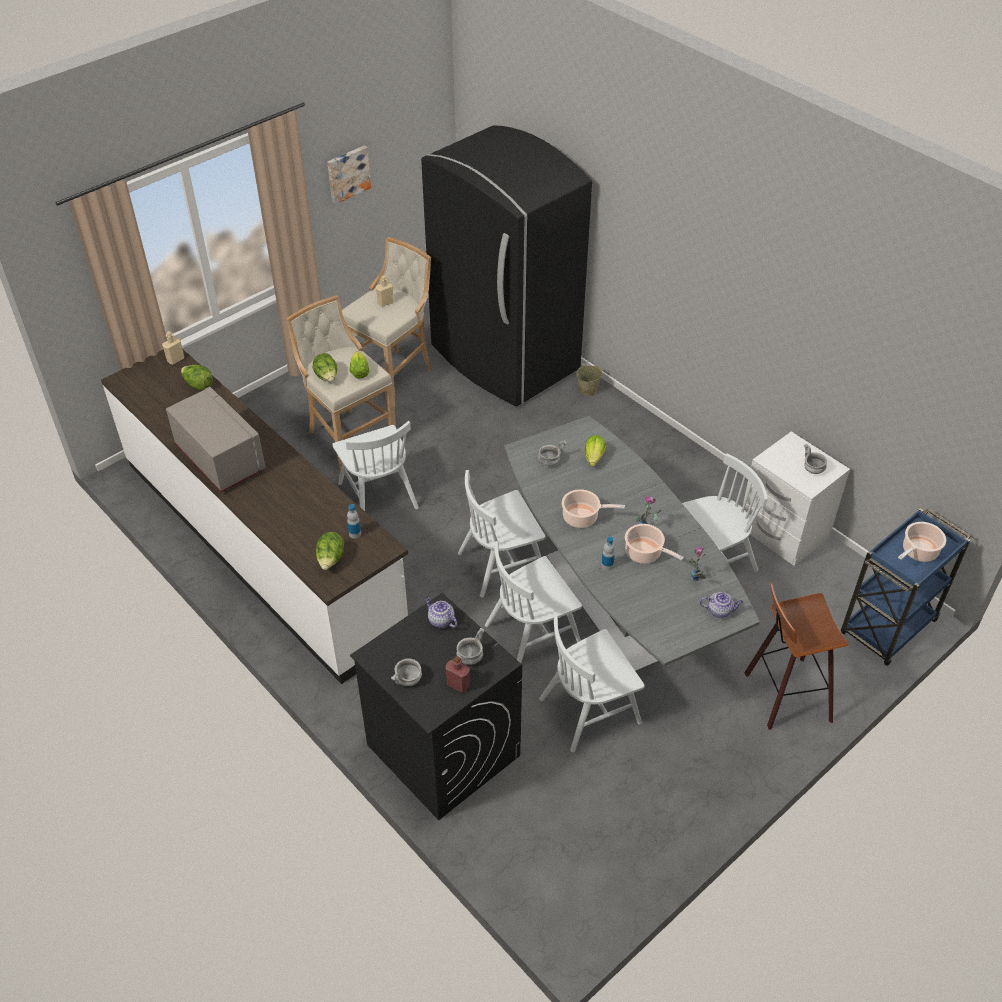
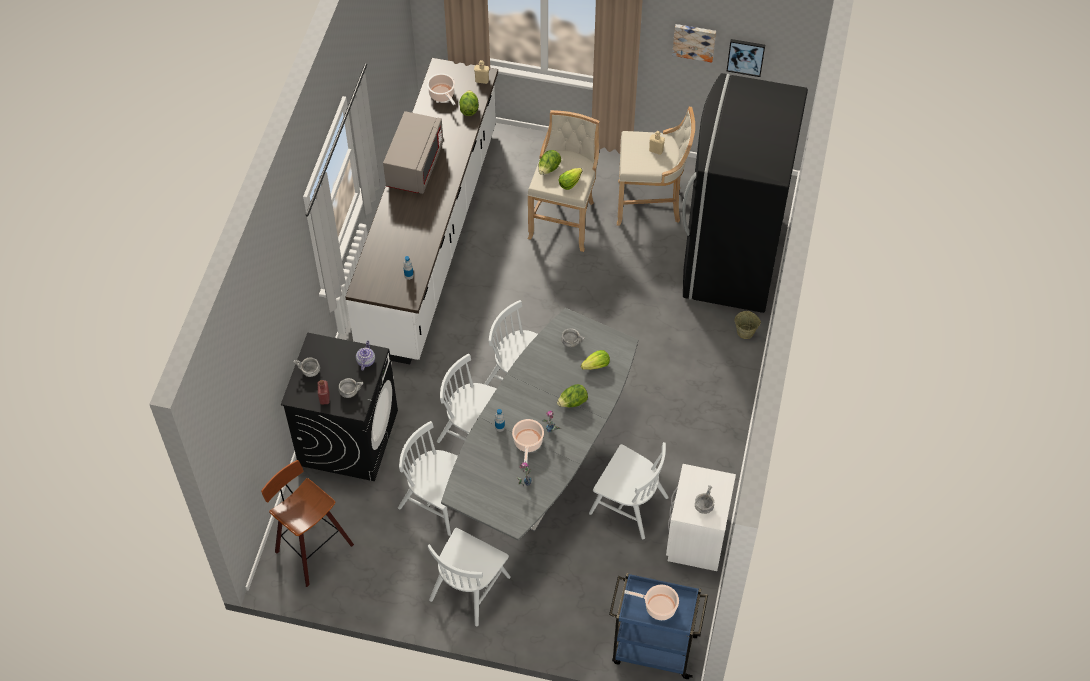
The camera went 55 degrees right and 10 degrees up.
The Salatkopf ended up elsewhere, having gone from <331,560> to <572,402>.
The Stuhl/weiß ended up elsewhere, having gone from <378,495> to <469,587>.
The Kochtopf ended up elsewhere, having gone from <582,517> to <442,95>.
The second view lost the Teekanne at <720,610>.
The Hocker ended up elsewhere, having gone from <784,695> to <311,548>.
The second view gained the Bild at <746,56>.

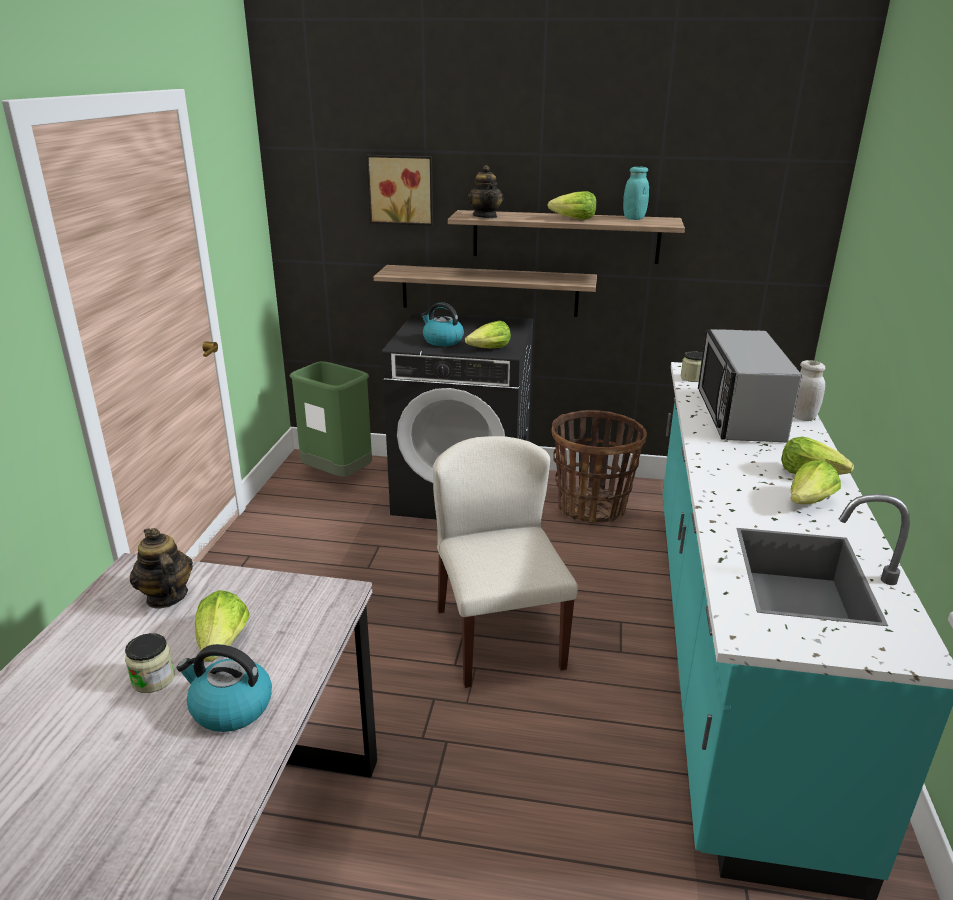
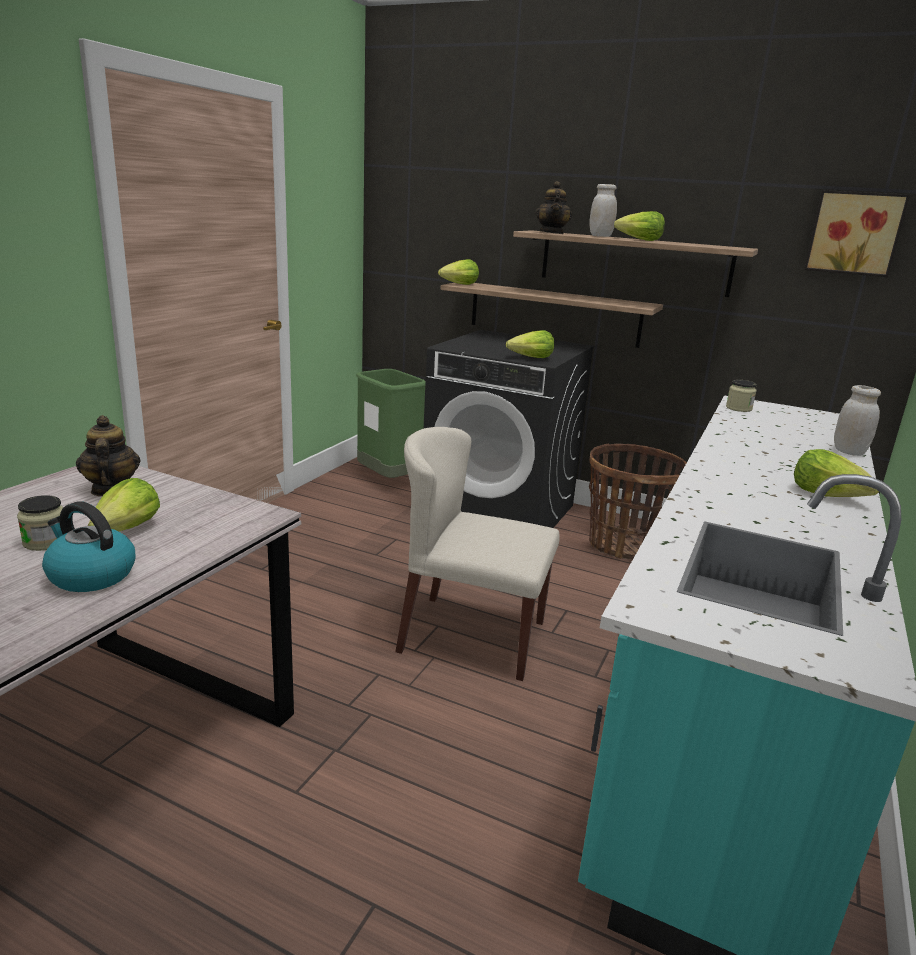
The camera went 15 degrees right and 5 degrees down.
The Bild ended up elsewhere, having gone from <401,189> to <854,233>.
The second view lost the Wasserkessel at <442,341>.
The Stuhl/beige at <498,637> ended up facing another way, 75 degrees counterclockwise from before.
The second view lost the Vorratsglas/türkis at <634,218>.
The second view lost the Mikrowelle at <738,415>.
The Salatkopf ended up elsewhere, having gone from <809,502> to <460,285>.
The second view gained the Vorratsglas/weiß at <600,236>.

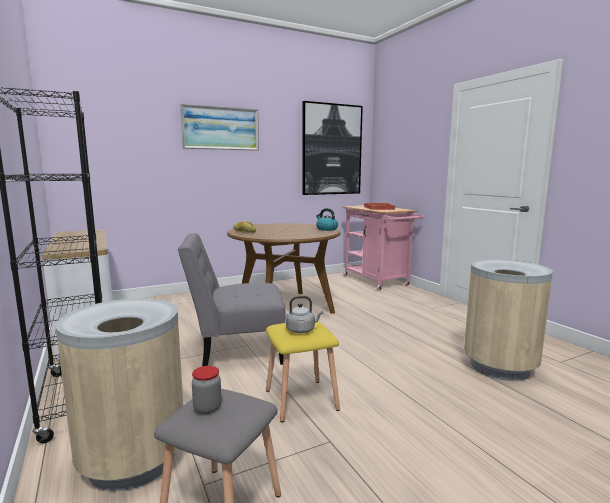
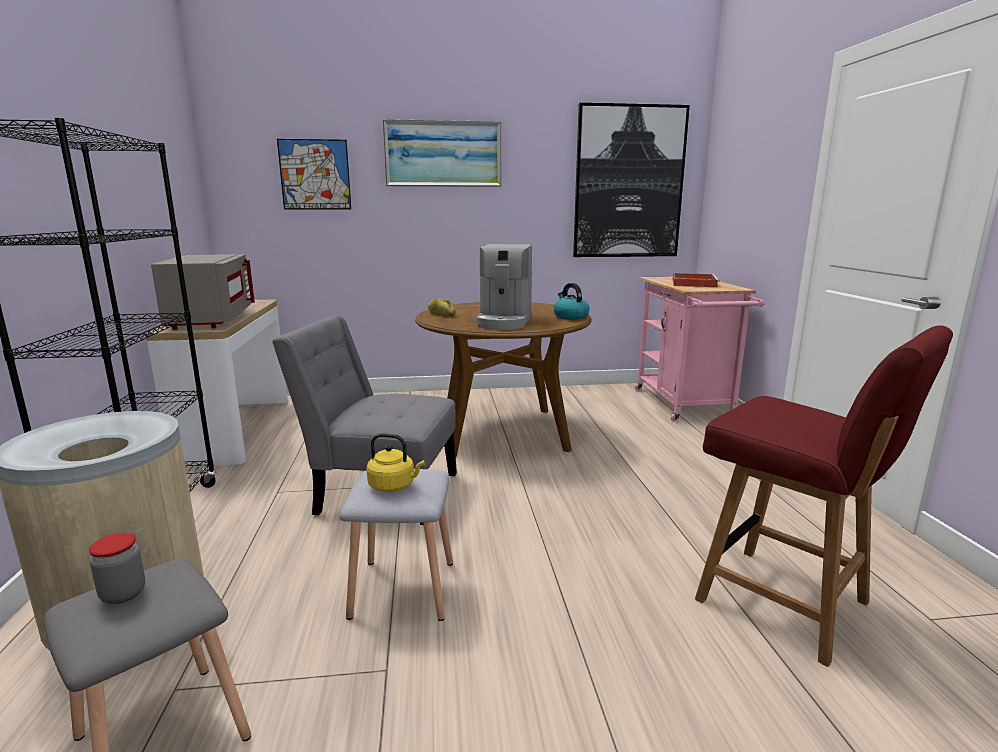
The camera went 20 degrees right and 5 degrees up.
What was the Hocker/gelb at <300,400> turned into the Hocker/grau at <401,589>.
What was the Wasserkessel/grau at <302,330> turned into the Wasserkessel/gelb at <394,486>.
Where the Mülleimer/beige stood at <500,367>, the Stuhl/rot came to stand at <786,603>.
The second view gained the Mikrowelle/grau at <210,320>.
The second view gained the Bild at <315,174>.
The second view gained the Kaffeemaschine at <504,321>.

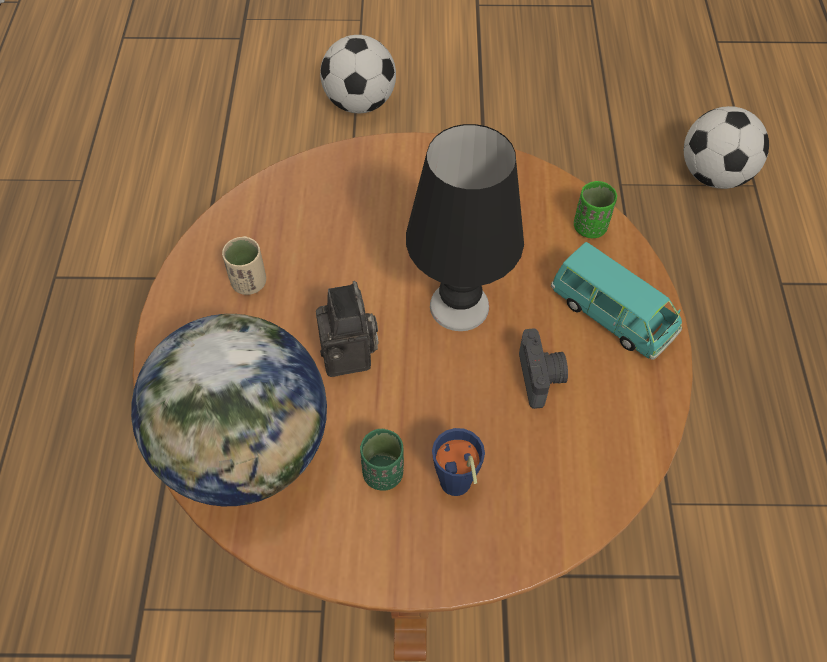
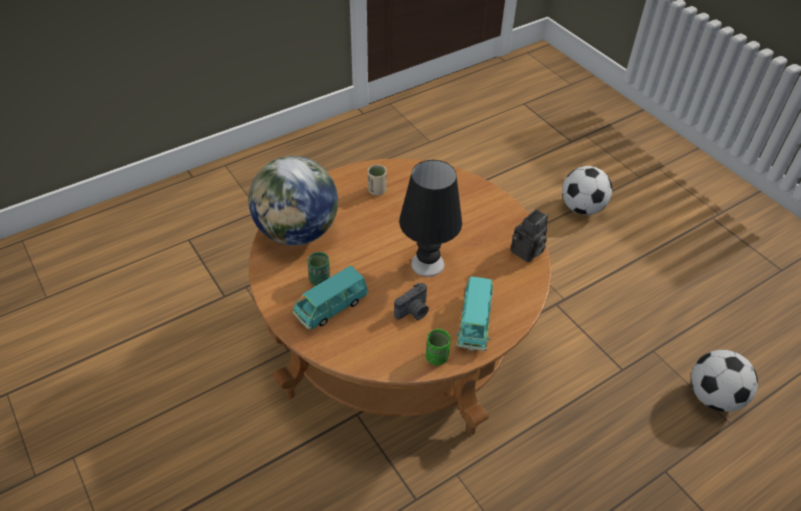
The camera went 55 degrees right and 10 degrees down.
The Kamera ended up elsewhere, having gone from <350,357> to <526,253>.
Where the Tasse/blau stood at <456,488>, the Spielzeugauto/türkis came to stand at <331,307>.
The Tasse/grün ended up elsewhere, having gone from <590,227> to <436,357>.

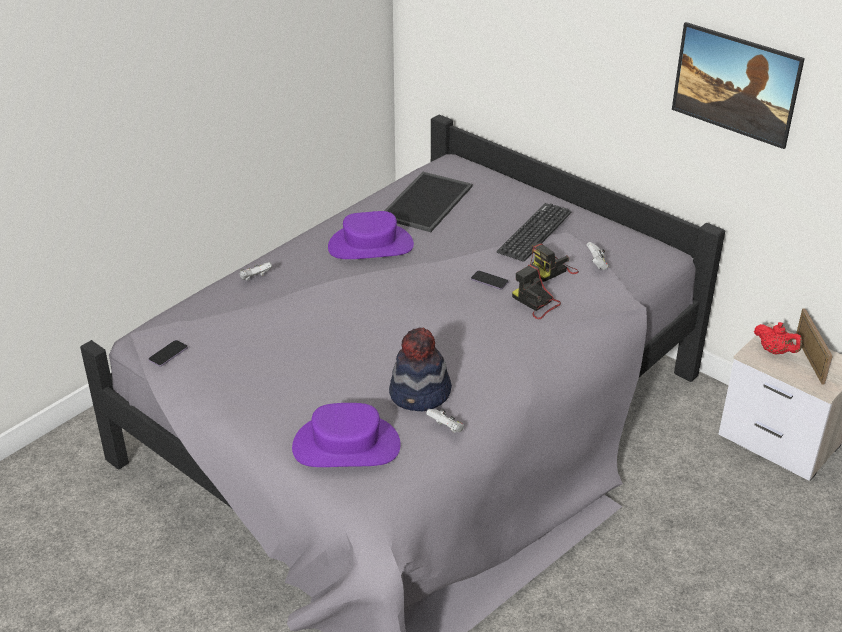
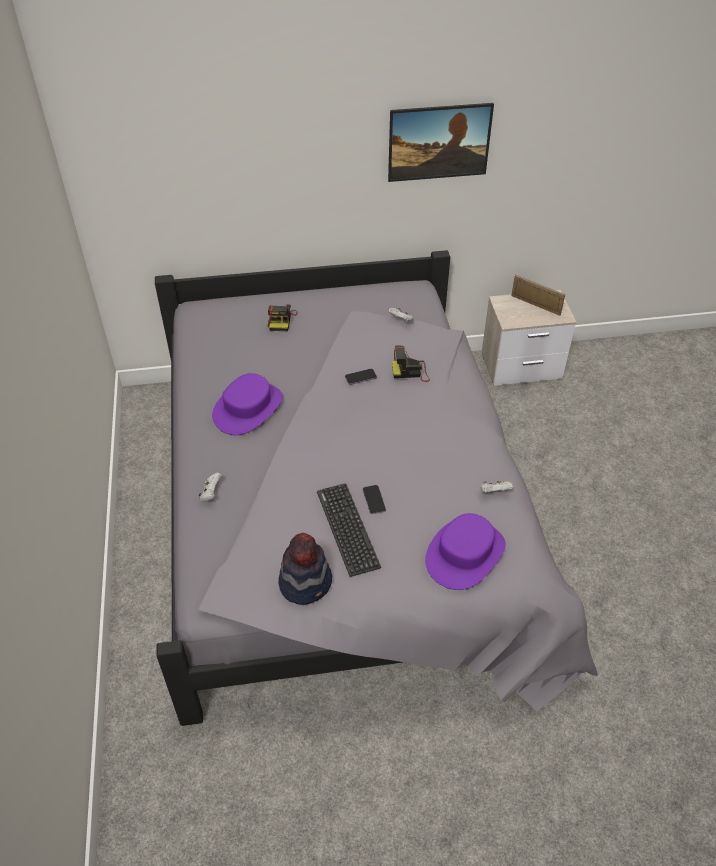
The camera went 50 degrees left and 10 degrees up.
The Handy ended up elsewhere, having gone from <168,354> to <374,500>.
The second view lost the Tablett at <425,201>.
The Hut ended up elsewhere, having gone from <420,394> to <306,582>.
The Tastatur ended up elsewhere, having gone from <534,232> to <347,529>.
The Kamera ended up elsewhere, having gone from <552,270> to <281,320>.
The second view lost the Teekanne/rot at <775,351>.

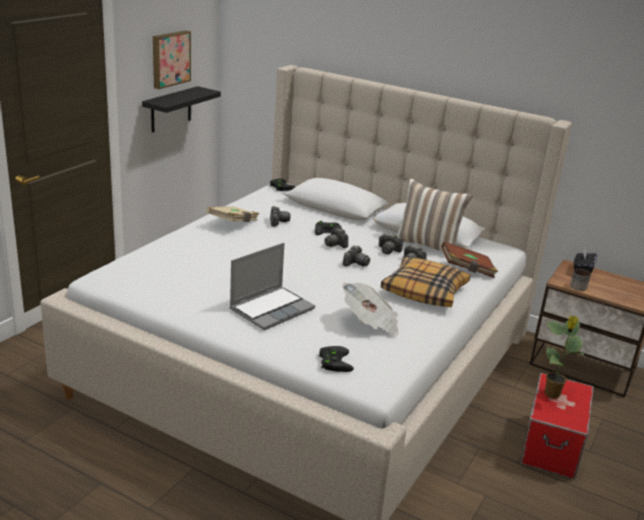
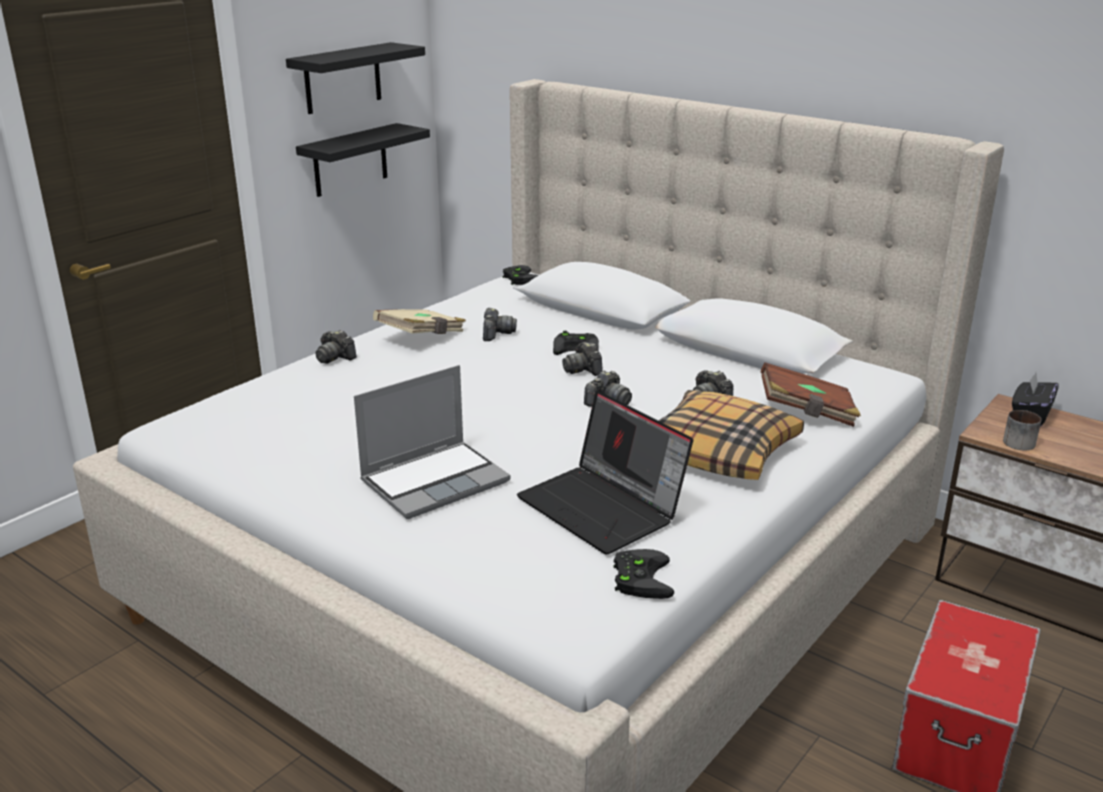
The camera went 10 degrees right and 0 degrees up.
Where the Bild hung at <170,58>, the Wandregal/schwarz came to hang at <342,78>.
The Gamepad/schwarz ended up elsewhere, having gone from <333,361> to <639,577>.
Where the Zeitung stood at <370,323>, the Laptop came to stand at <604,508>.
The Kamera ended up elsewhere, having gone from <388,250> to <335,357>.
The second view lost the Kissen at <428,245>.
The second view lost the Topfpflanze at <552,395>.

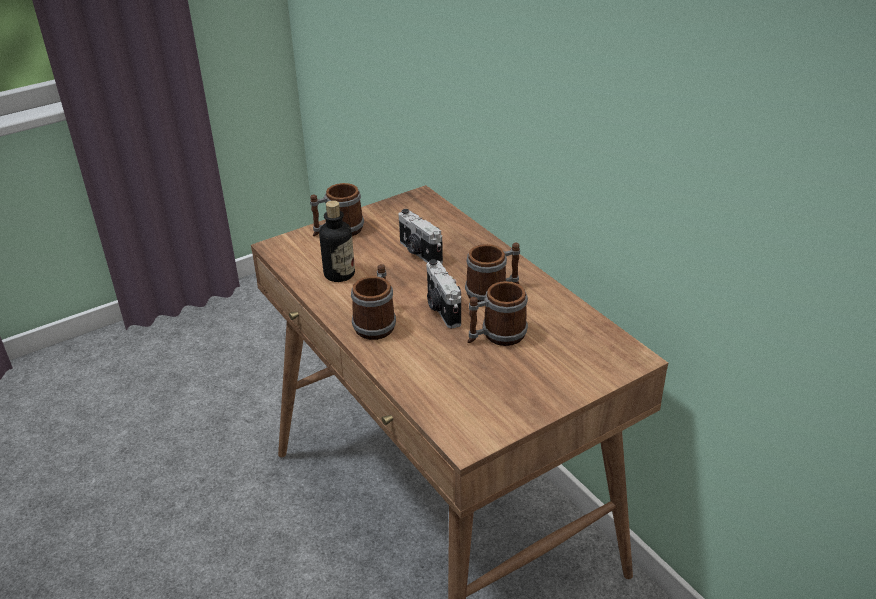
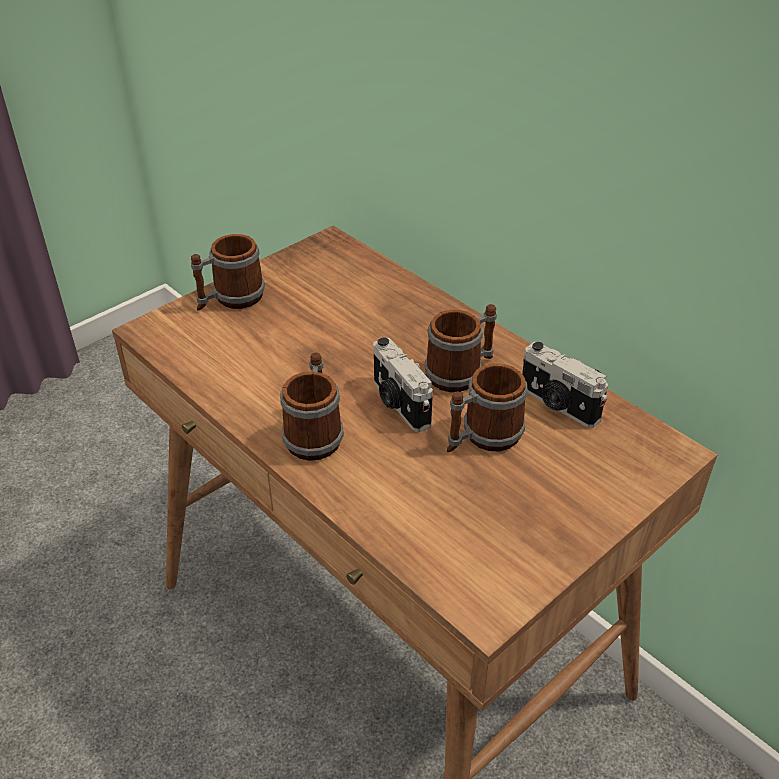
The camera went 10 degrees left and 5 degrees up.
The second view lost the Flasche at <339,274>.
The Kamera ended up elsewhere, having gone from <419,253> to <557,405>.

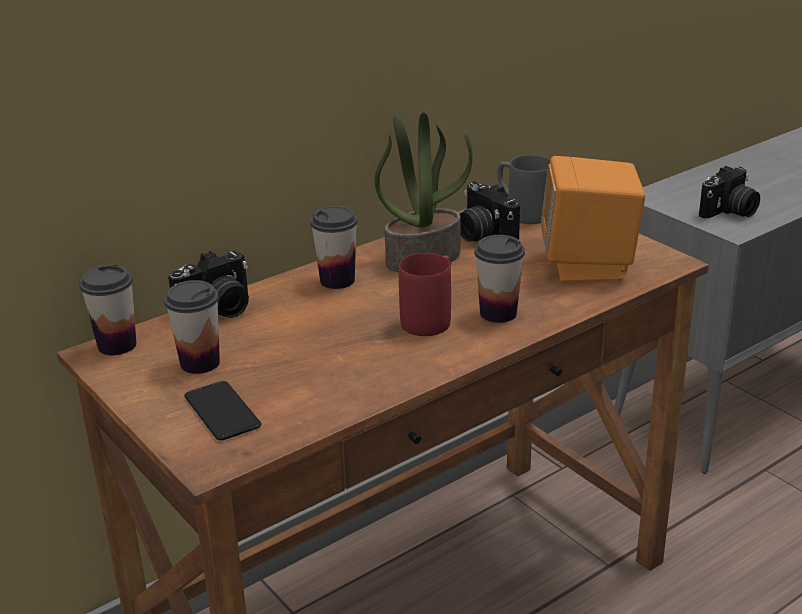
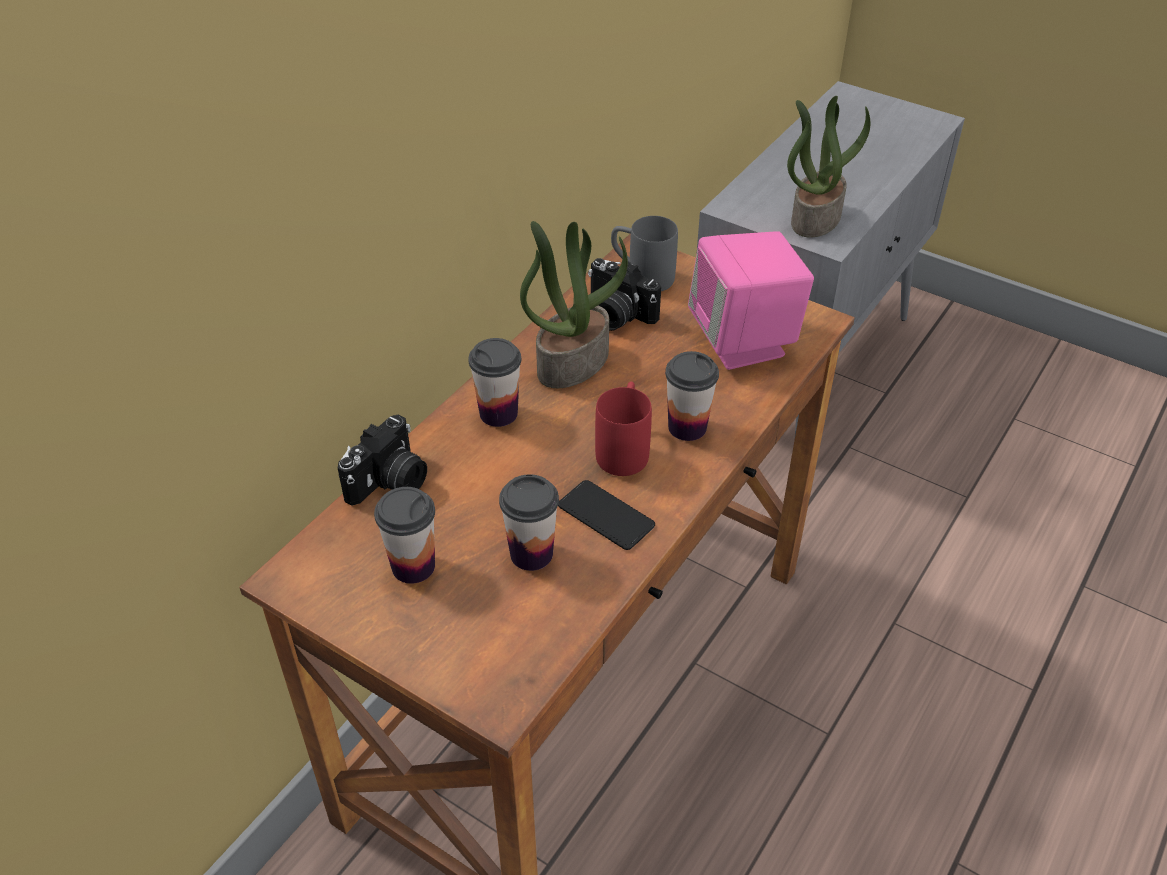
The camera went 20 degrees left and 15 degrees up.
The Tasse ended up elsewhere, having gone from <117,345> to <531,554>.
The Handy ended up elsewhere, having gone from <222,412> to <606,516>.
What was the Lautsprecher/orange at <588,265> turned into the Lautsprecher/rosa at <743,342>.
Where the Kamera stood at <729,212>, the Topfpflanze came to stand at <815,218>.

